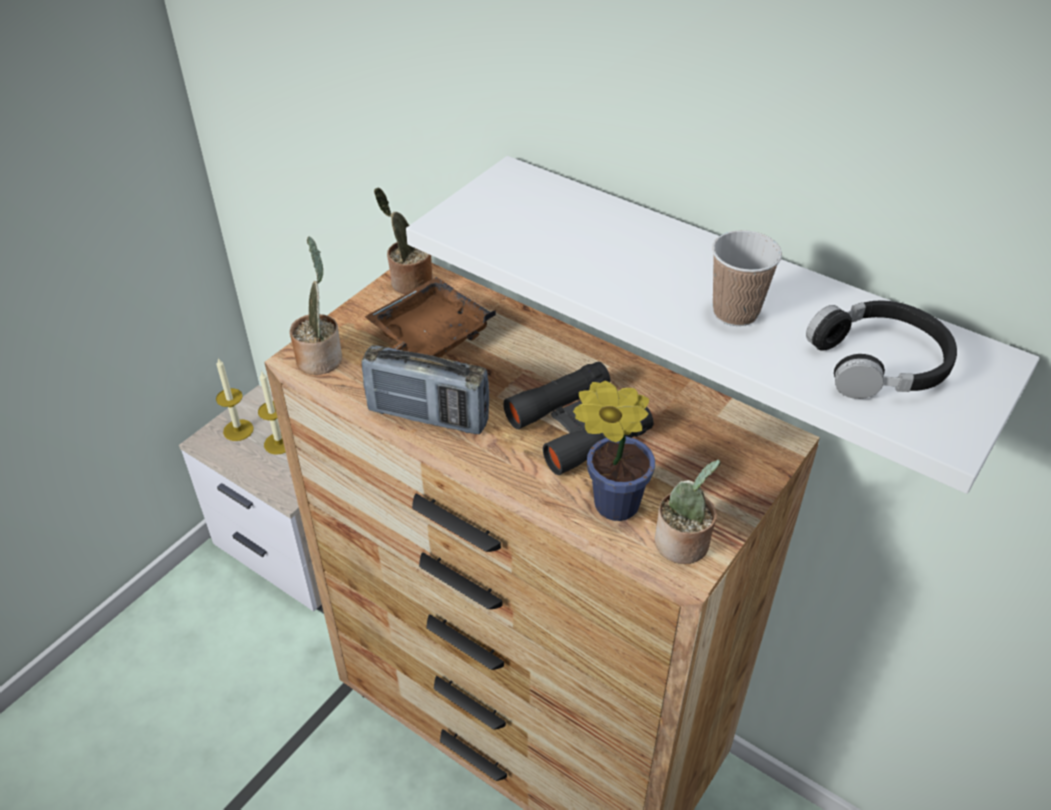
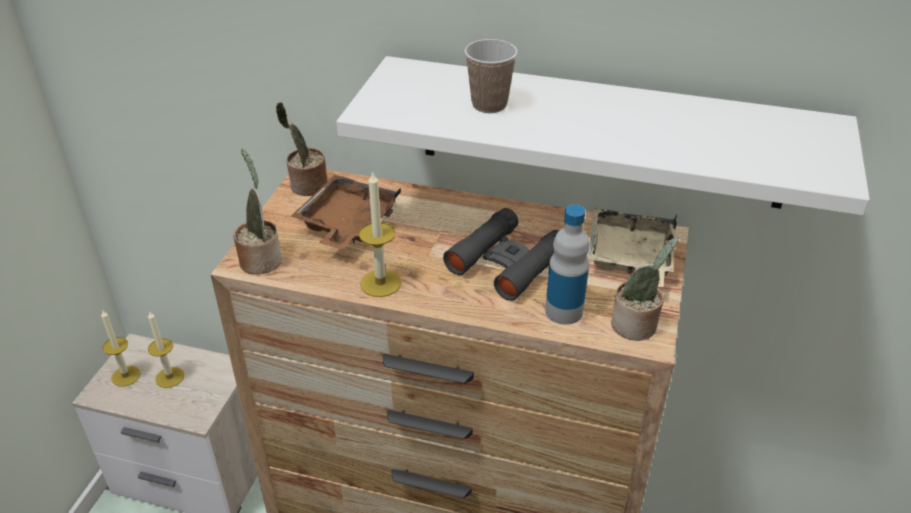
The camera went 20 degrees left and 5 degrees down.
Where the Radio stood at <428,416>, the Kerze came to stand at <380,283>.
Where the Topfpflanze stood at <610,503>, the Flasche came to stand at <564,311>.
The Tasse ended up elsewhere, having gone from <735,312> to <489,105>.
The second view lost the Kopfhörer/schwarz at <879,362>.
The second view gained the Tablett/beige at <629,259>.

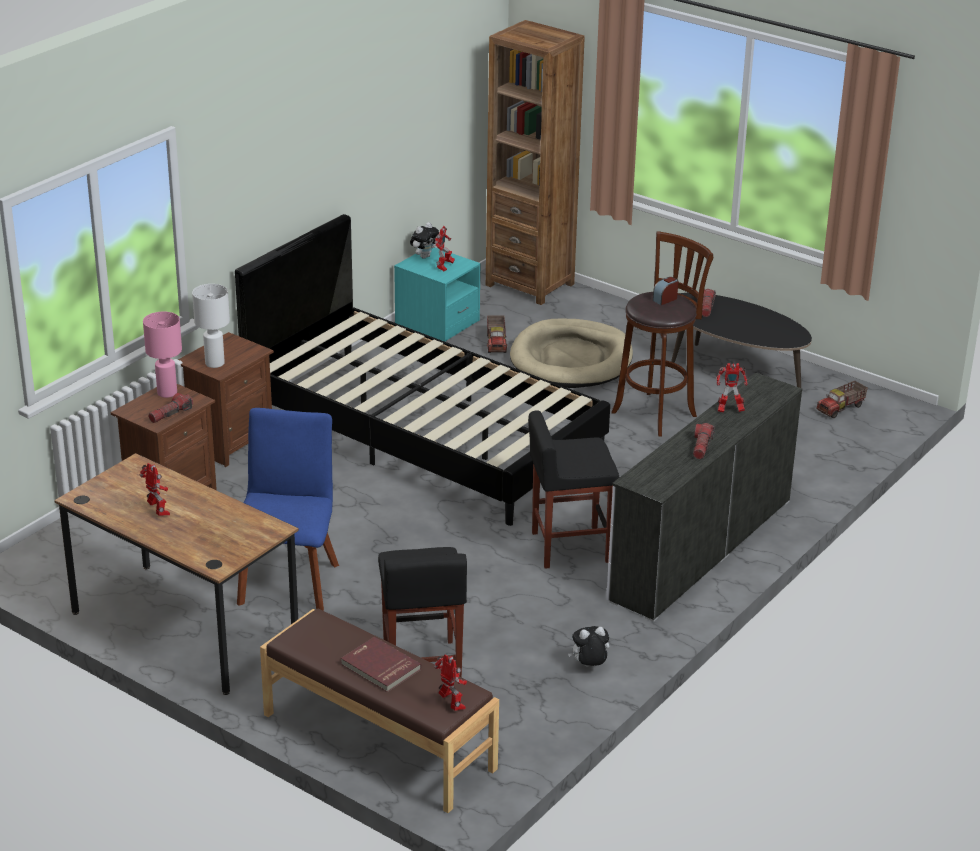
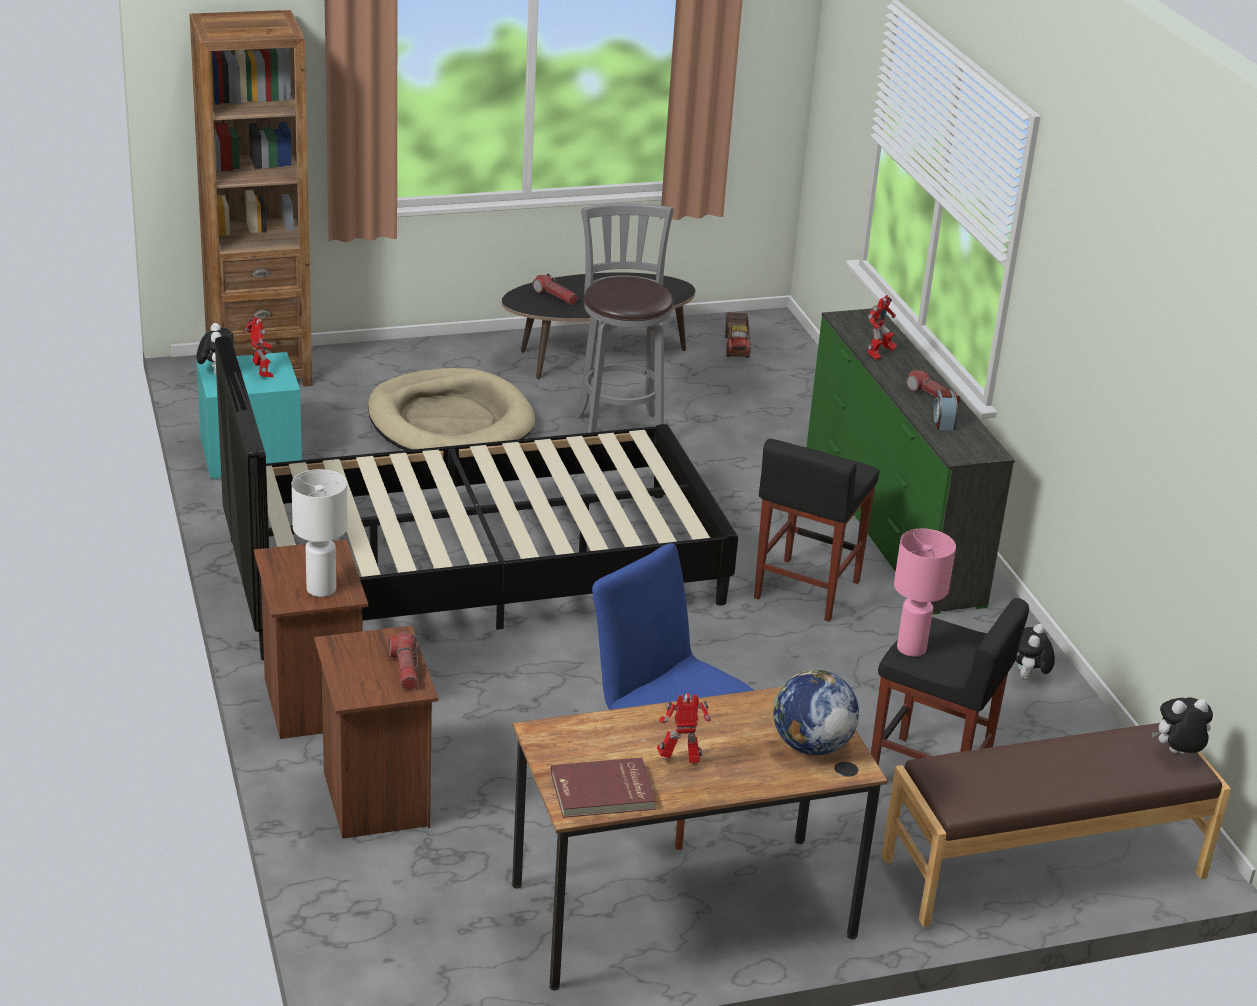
The camera went 55 degrees left and 0 degrees up.
The Tischlampe/rosa ended up elsewhere, having gone from <166,393> to <911,649>.
The Buch/rot ended up elsewhere, having gone from <380,667> to <603,792>.
Where the Spielzeugroboter stood at <451,705>, the Plüschtier came to stand at <1177,754>.
The second view lost the Spielzeuglaster at <496,343>.
What was the Kommode/weiß at <700,549> turned into the Kommode/grün at <890,525>.
What was the Hocker/braun at <657,412> turned into the Hocker/grau at <619,429>.
The Wecker ended up elsewhere, having gone from <665,299> to <943,422>.
The second view gained the Globus at <810,746>.

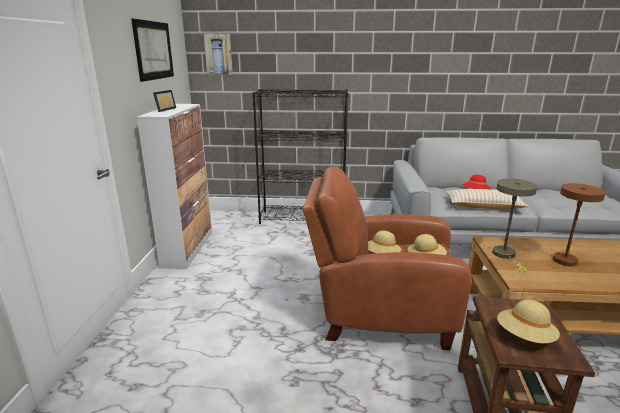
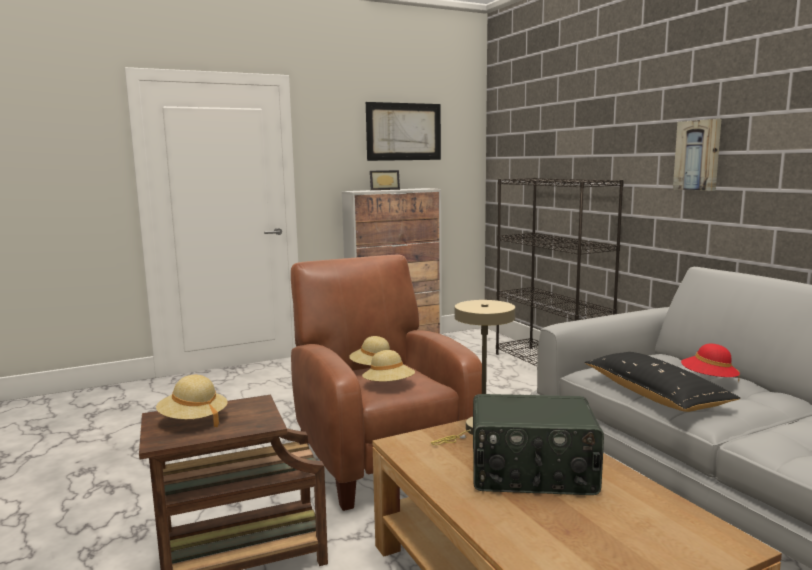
The camera went 60 degrees right and 10 degrees down.
The Bild ended up elsewhere, having gone from <218,54> to <698,155>.
What was the Kissen/beige at <483,206> turned into the Kissen/schwarz at <655,395>.
Where the Tischlampe/braun stood at <565,259>, the Radio came to stand at <532,473>.

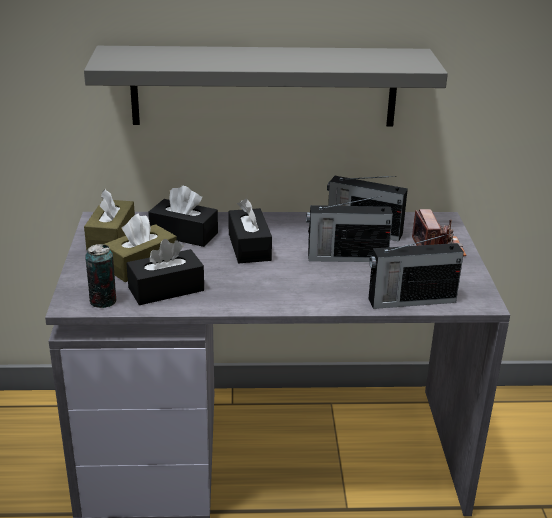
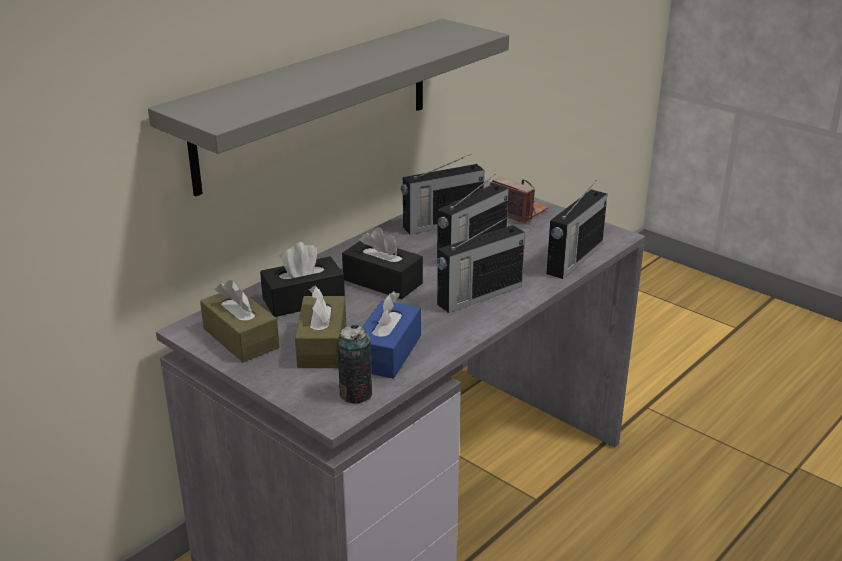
The camera went 45 degrees left and 0 degrees up.
What was the Taschentuchbox/schwarz at <166,289> turned into the Taschentuchbox/blau at <387,353>.
The second view gained the Radio at <478,295>.

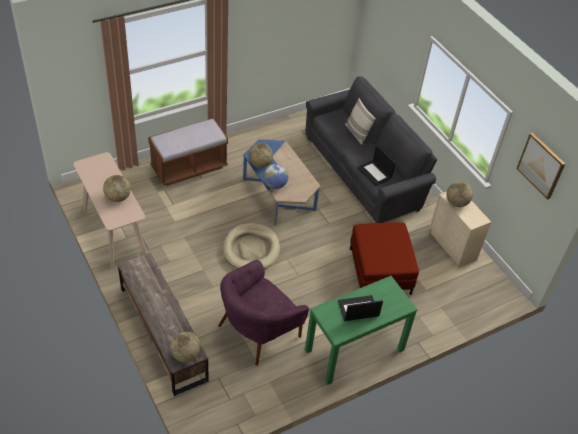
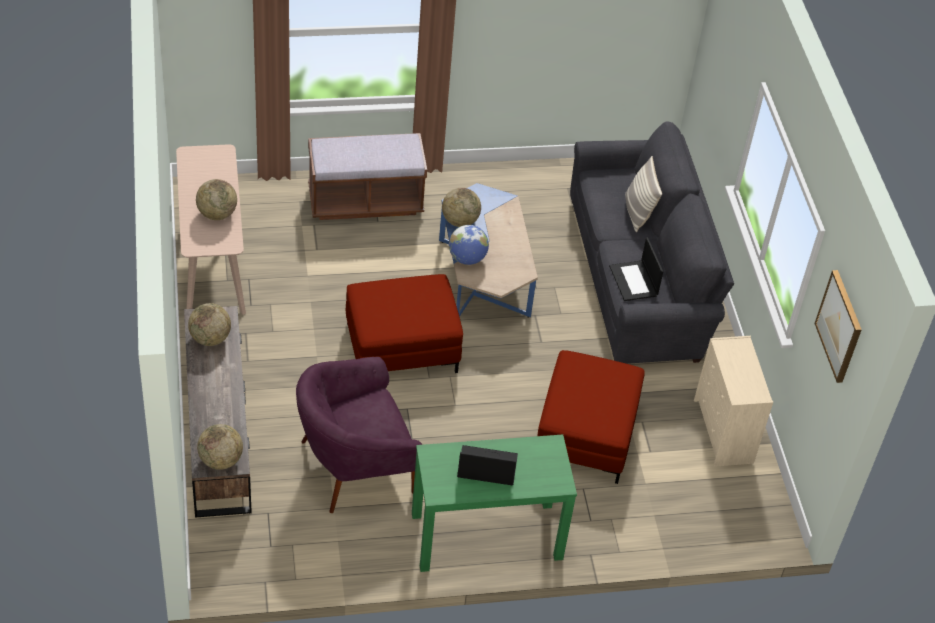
The camera went 20 degrees right and 0 degrees up.
Where the Hundebett/beige stood at <251,249>, the Polsterhocker/rot came to stand at <402,347>.
The Globus ended up elsewhere, having gone from <456,203> to <210,338>.

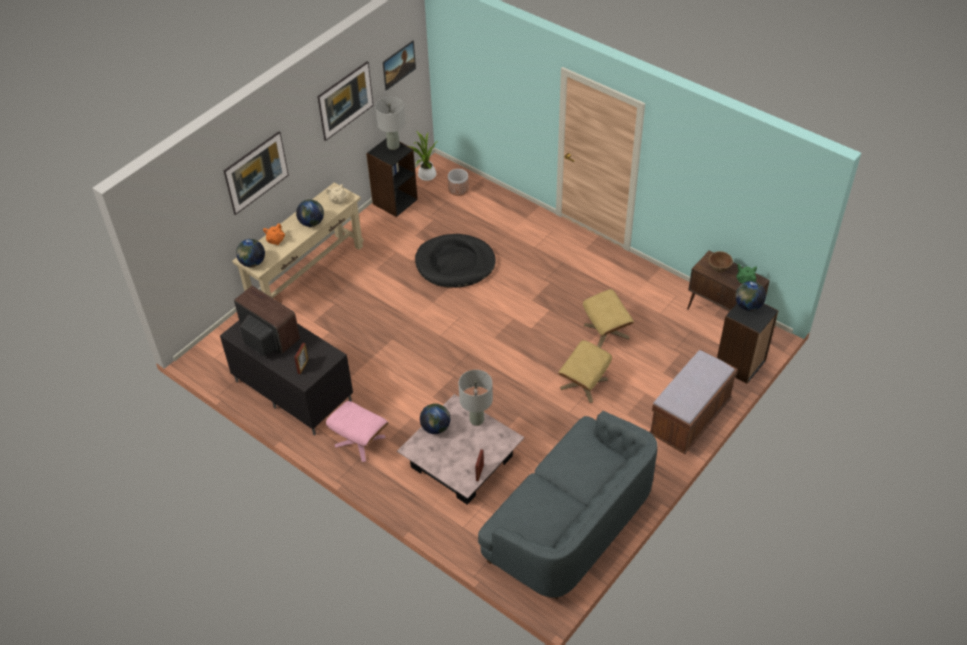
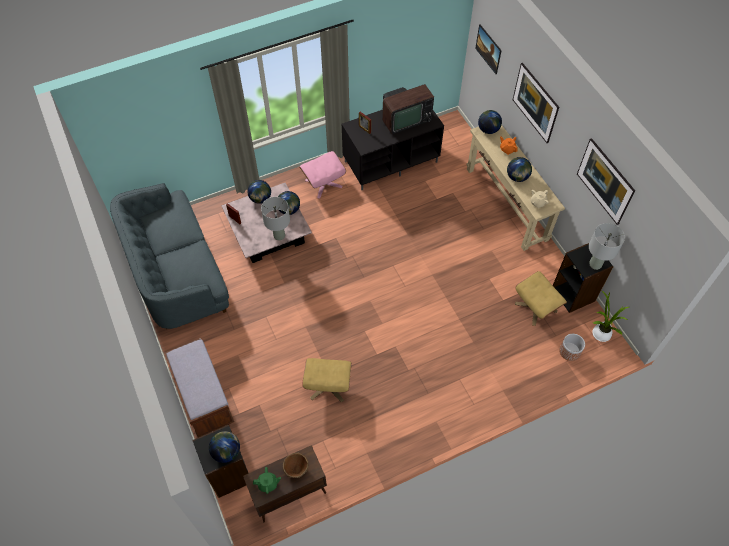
The camera went 115 degrees right and 10 degrees up.
The Bild ended up elsewhere, having gone from <399,72> to <487,55>.
The second view lost the Hundebett/schwarz at <455,264>.
The Polsterhocker/beige ended up elsewhere, having gone from <583,383> to <536,307>.
The second view gained the Globus at <260,199>.

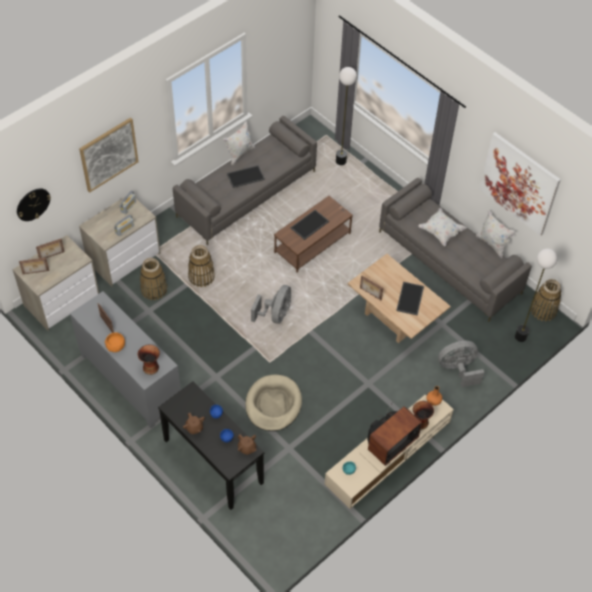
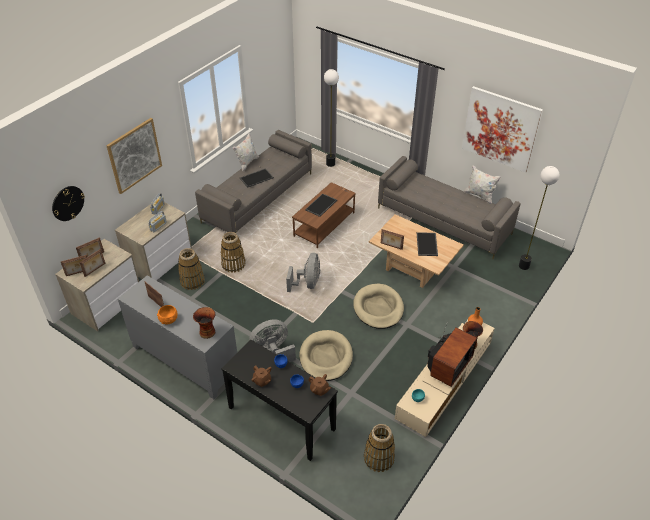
The camera went 10 degrees left and 10 degrees down.
The second view lost the Kissen/weiß at <441,232>.
The Ventilator/grau ended up elsewhere, having gone from <458,369> to <273,351>.
The Korb ended up elsewhere, having gone from <543,310> to <379,458>.
The second view gained the Bilderrahmen at <95,270>.
The second view gained the Hundebett/beige at <378,308>.

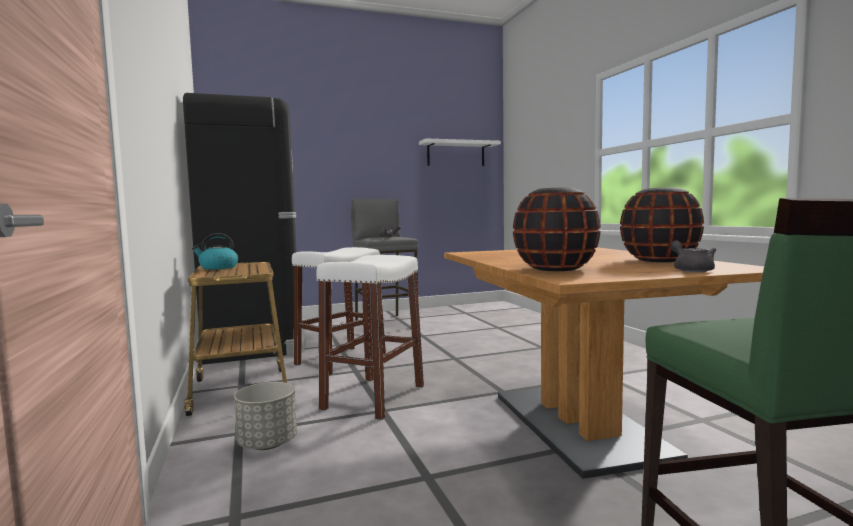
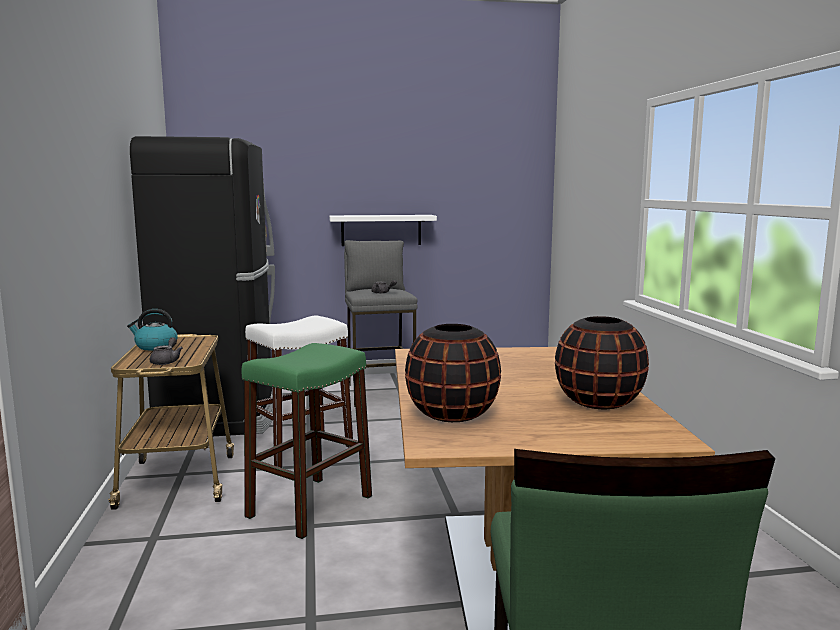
The camera went 10 degrees right and 5 degrees up.
The second view lost the Pflanzkübel/grau at <267,444>.
What was the Hocker/weiß at <374,397> turned into the Hocker/grün at <310,506>.
The Wandregal/weiß ended up elsewhere, having gone from <456,154> to <381,230>.
The Teekanne/grau ended up elsewhere, having gone from <691,270> to <166,361>.

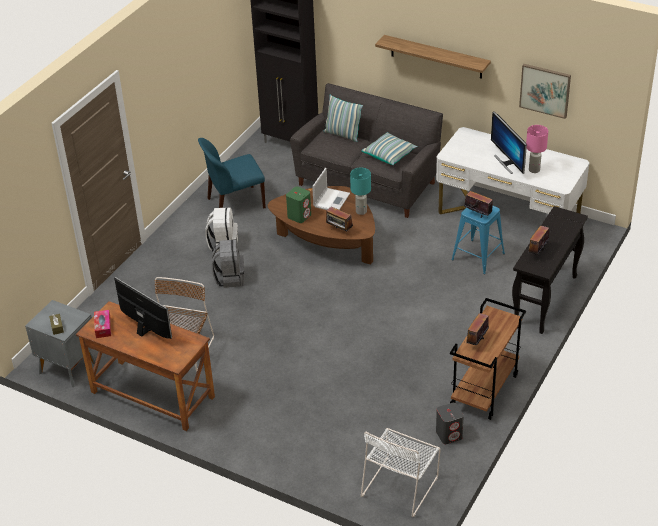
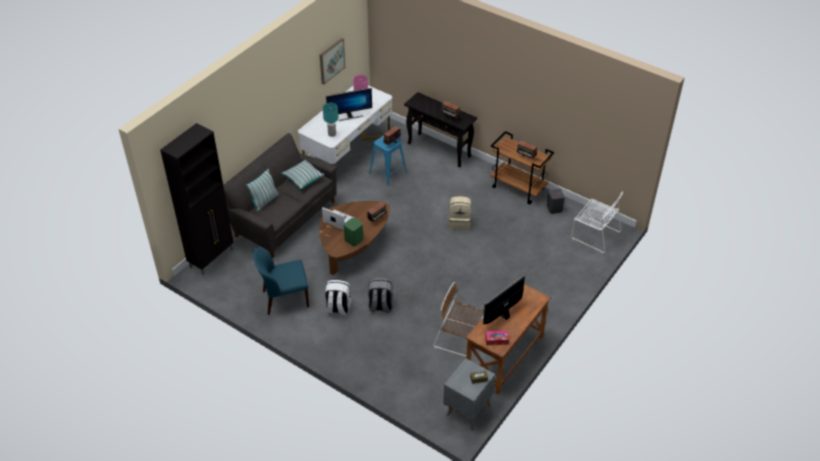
The camera went 85 degrees left and 5 degrees up.
The Stuhl/blau at <234,203> ended up facing another way, 90 degrees clockwise from before.
The Tischlampe/türkis ended up elsewhere, having gone from <361,211> to <332,134>.
The second view lost the Wandregal at <436,57>.
The second view gained the Rucksack/beige at <459,222>.

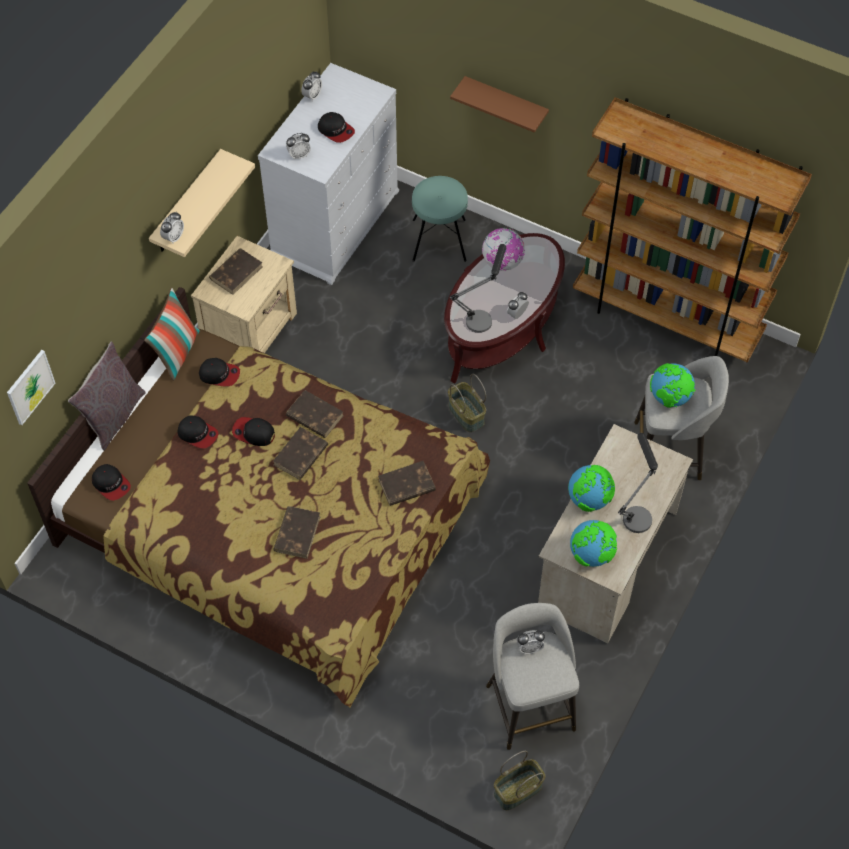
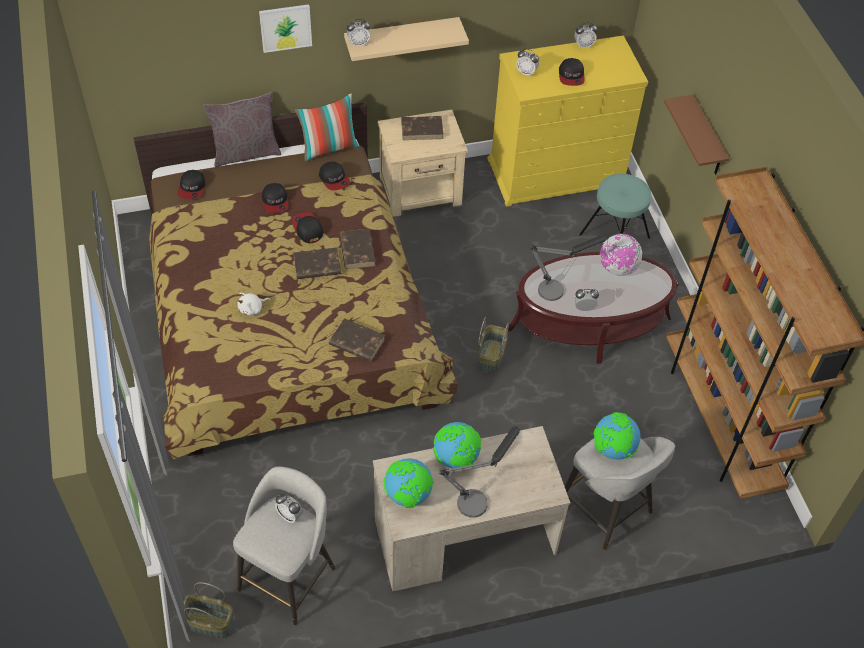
The camera went 45 degrees right and 5 degrees down.
The Bild ended up elsewhere, having gone from <30,387> to <285,27>.
What was the Kommode/weiß at <334,222> turned into the Kommode/gelb at <556,172>.
Where the Buch/braun stood at <297,533>, the Plüschtier/weiß came to stand at <252,308>.

